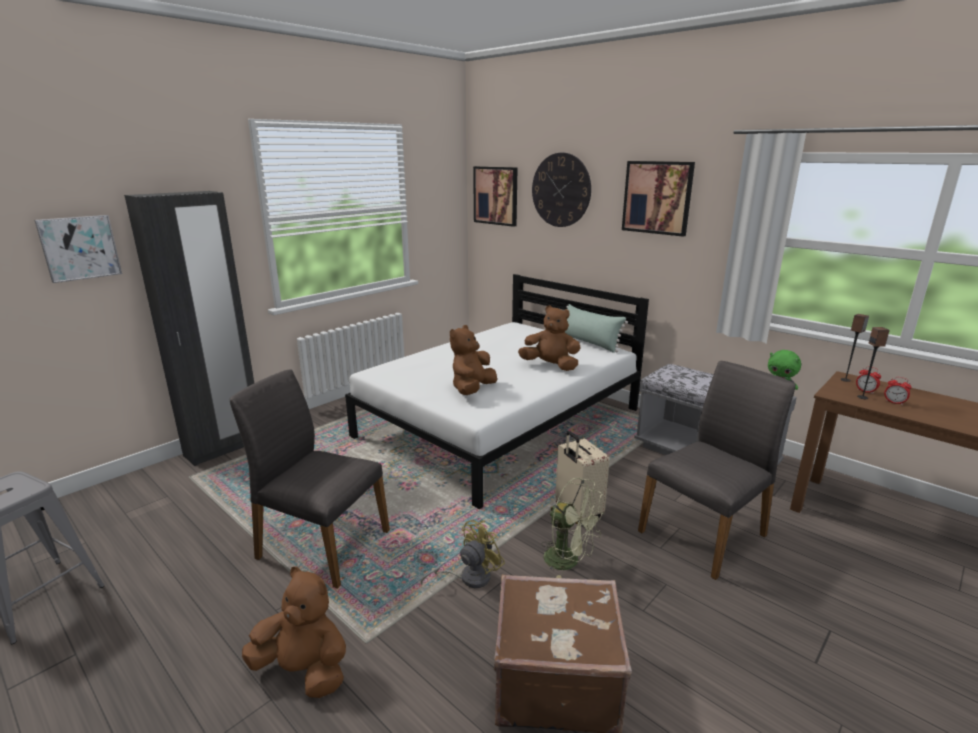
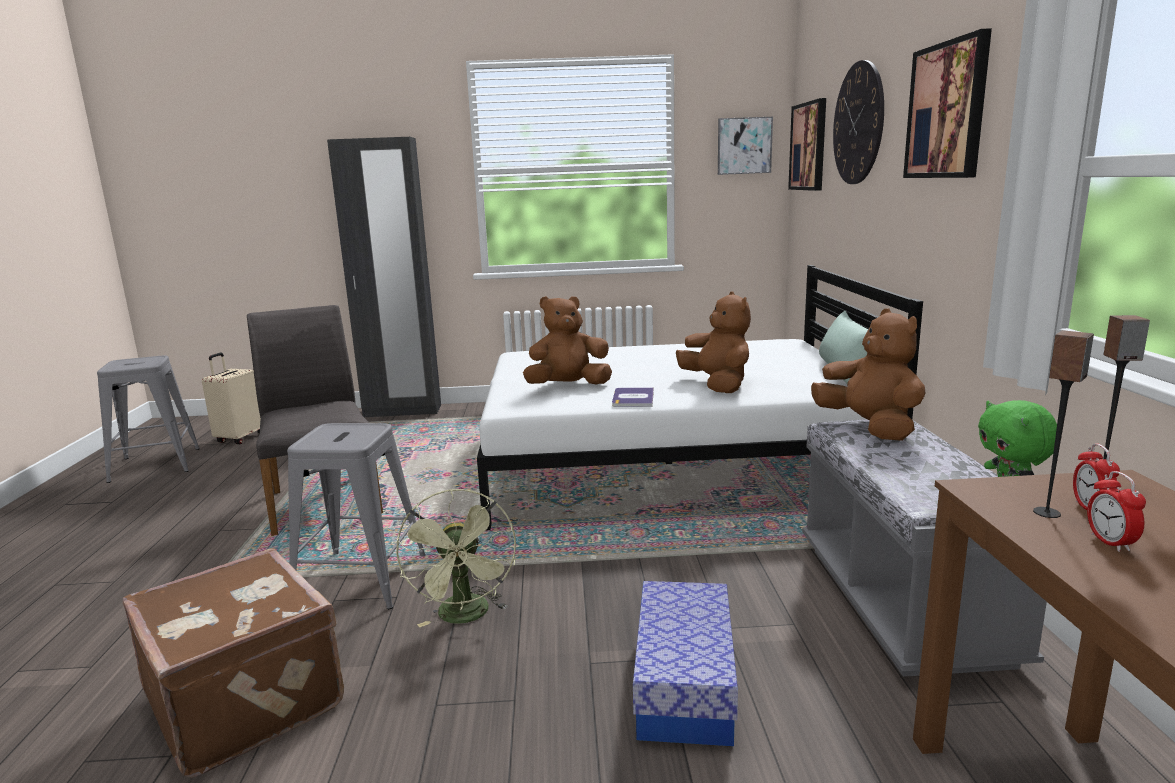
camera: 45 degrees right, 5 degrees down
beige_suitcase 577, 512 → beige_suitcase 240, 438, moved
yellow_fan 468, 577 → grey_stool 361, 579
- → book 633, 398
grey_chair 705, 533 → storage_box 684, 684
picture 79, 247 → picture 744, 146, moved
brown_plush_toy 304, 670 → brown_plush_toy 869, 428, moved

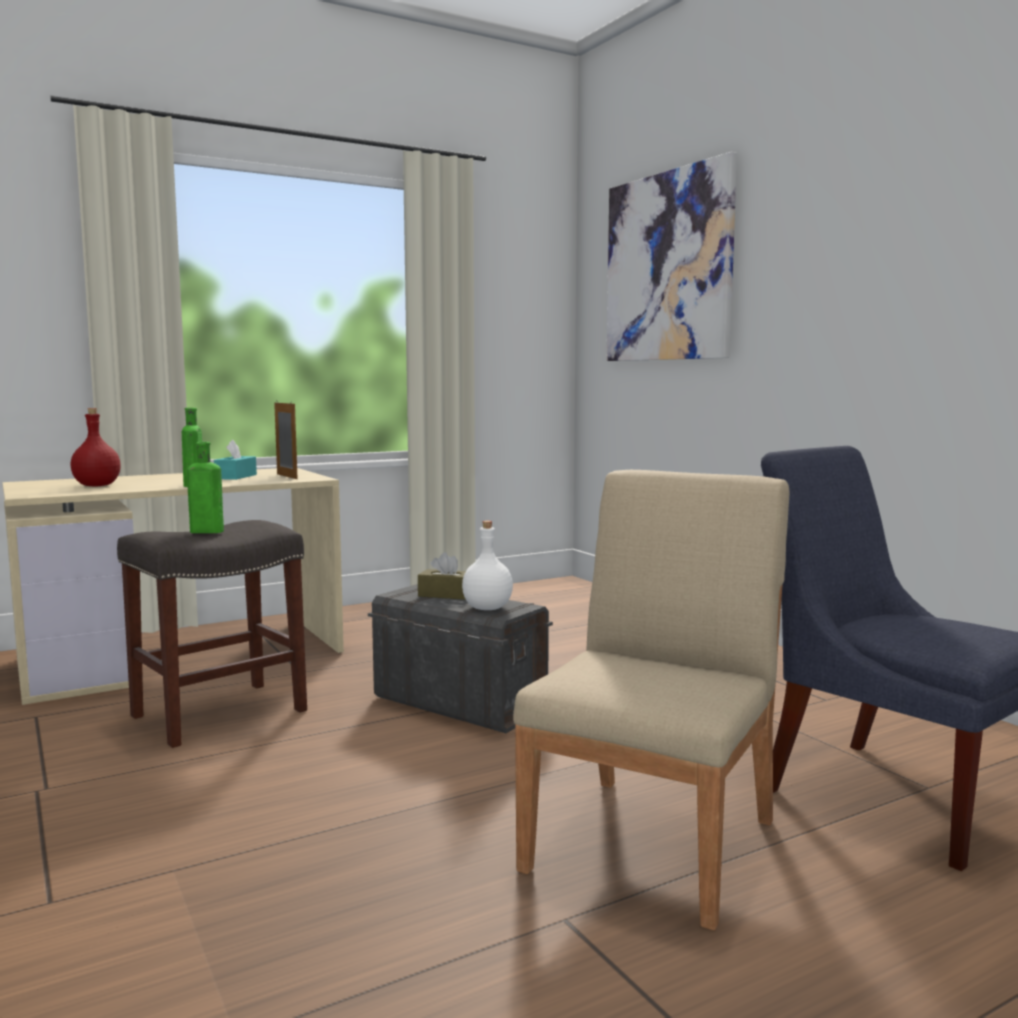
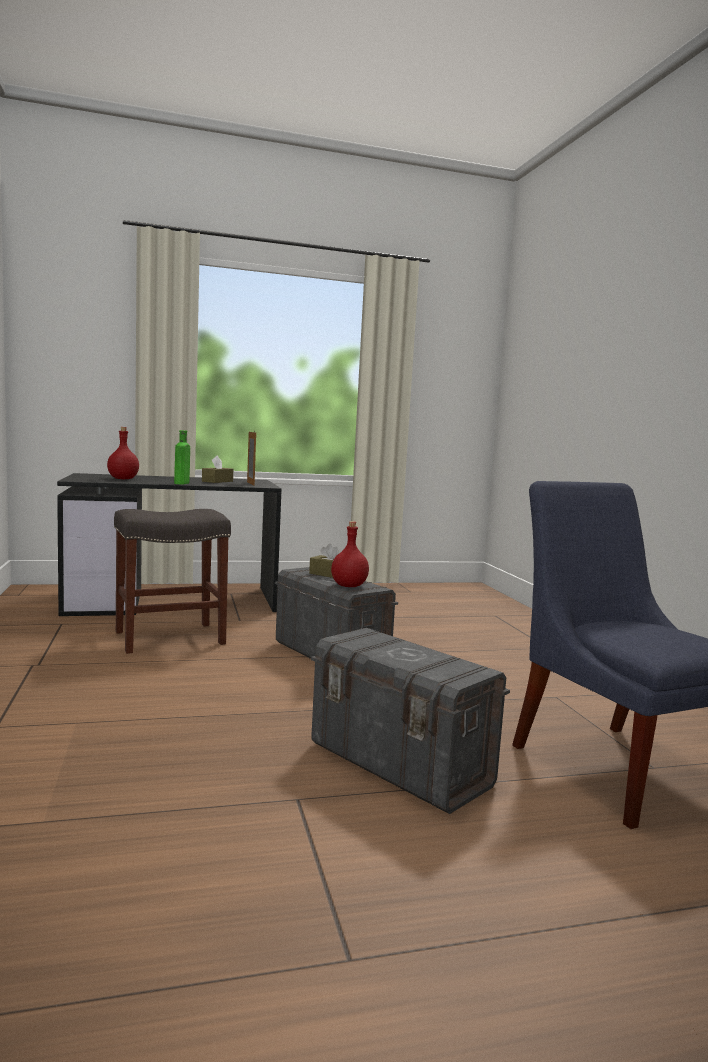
camera: 15 degrees right, 0 degrees up
beige_desk 184, 655 → black_desk 173, 600
turquoise_tissue_box 236, 477 → brown_tissue_box 217, 481
beige_chair 654, 843 → grey_storage_box 399, 765
white_bottle 487, 608 → red_bottle 348, 586
green_bottle 204, 531 → -
picture 668, 267 → -

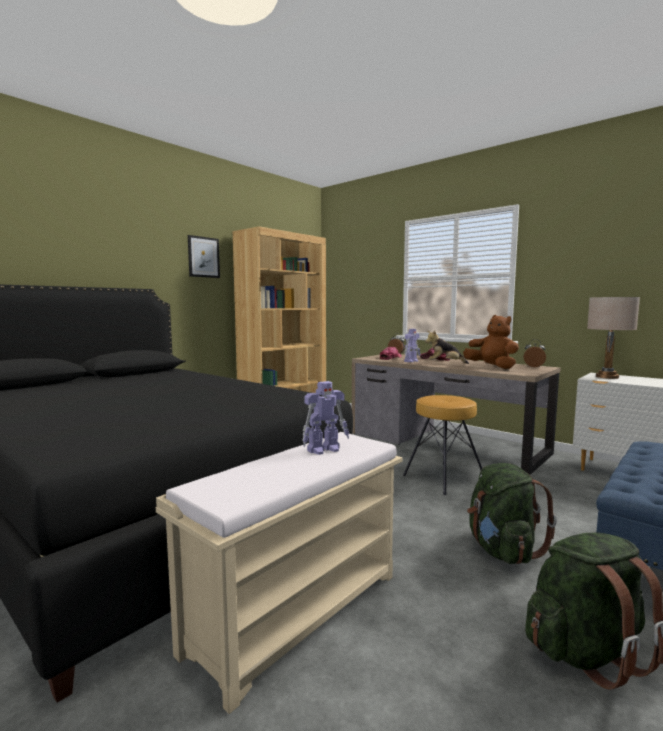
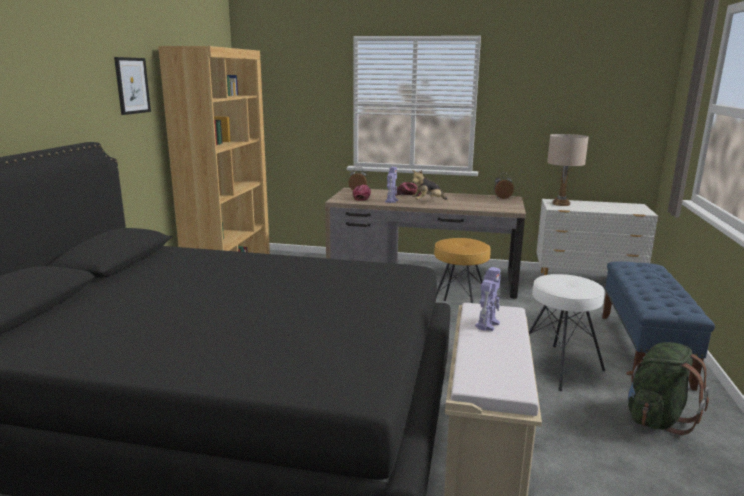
camera: 30 degrees left, 10 degrees up
green_backpack 502, 550 → white_stool 557, 367
brown_plush_toy 492, 367 → -

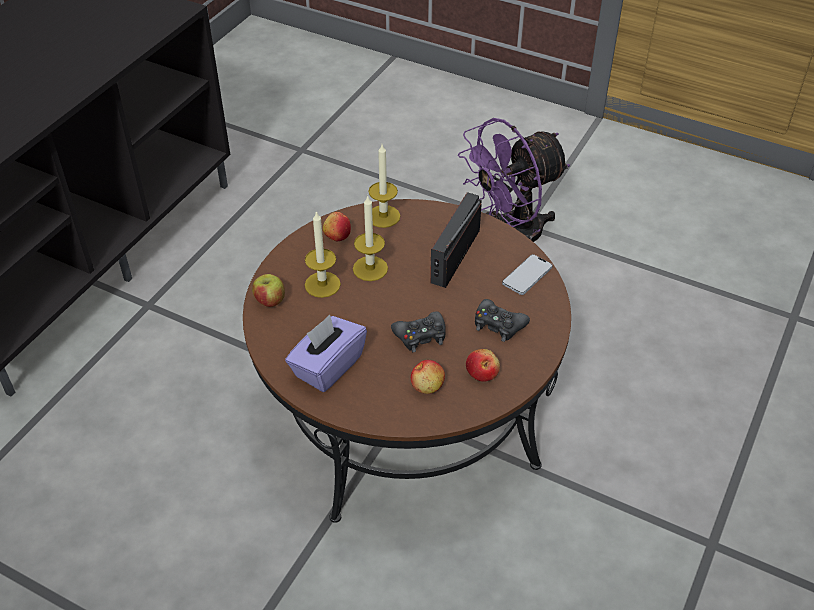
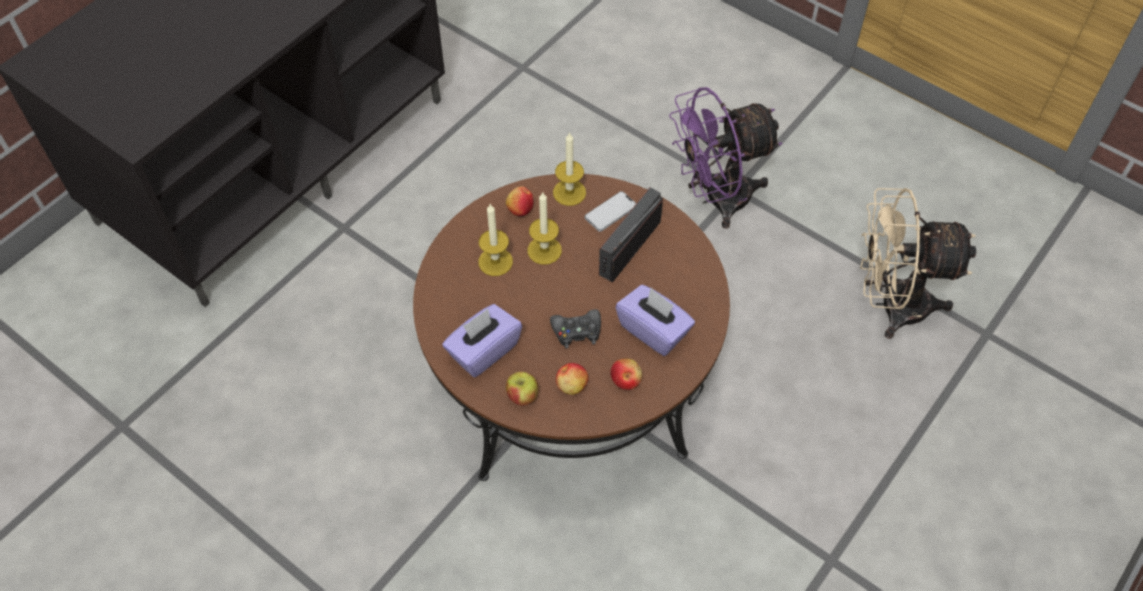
camera: 10 degrees right, 10 degrees up
apple 270, 301 → apple 522, 396, moved
phone 527, 275 → phone 610, 212, moved
black_game_controller 498, 325 → purple_tissue_box 654, 330
- → beige_fan 890, 305

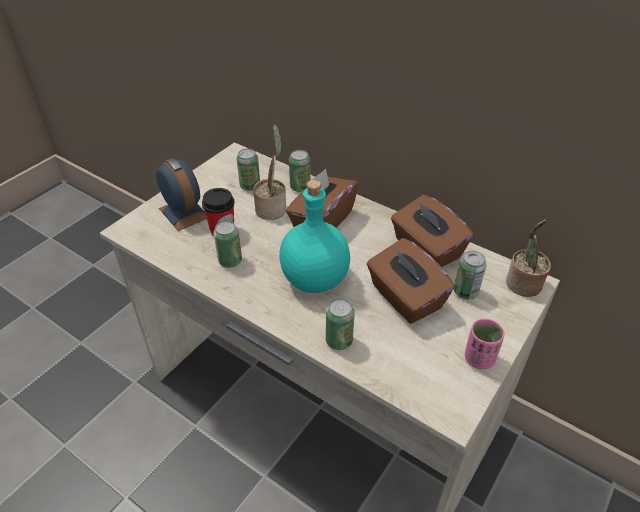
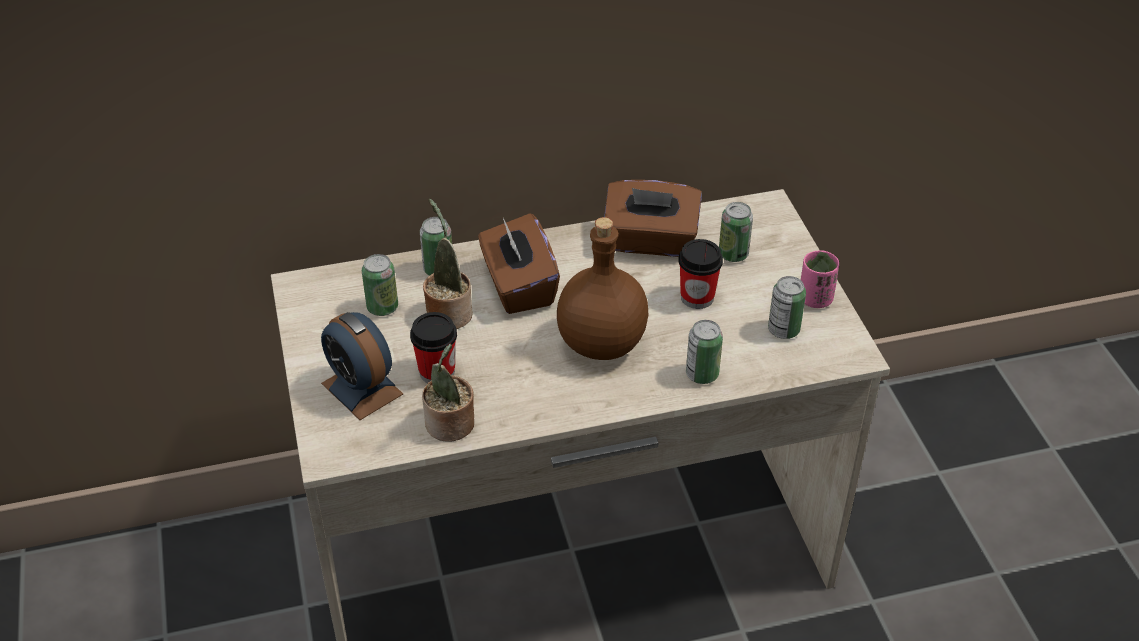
camera: 50 degrees left, 0 degrees up
alarm_clock 183, 213 → alarm_clock 362, 389, 135 degrees counterclockwise
potted_plant 522, 285 → potted_plant 450, 426, moved
turquoise_bottle 314, 278 → brown_bottle 600, 343
brown_tissue_box 405, 298 → cup 697, 297
can 230, 261 → can 783, 330, moved

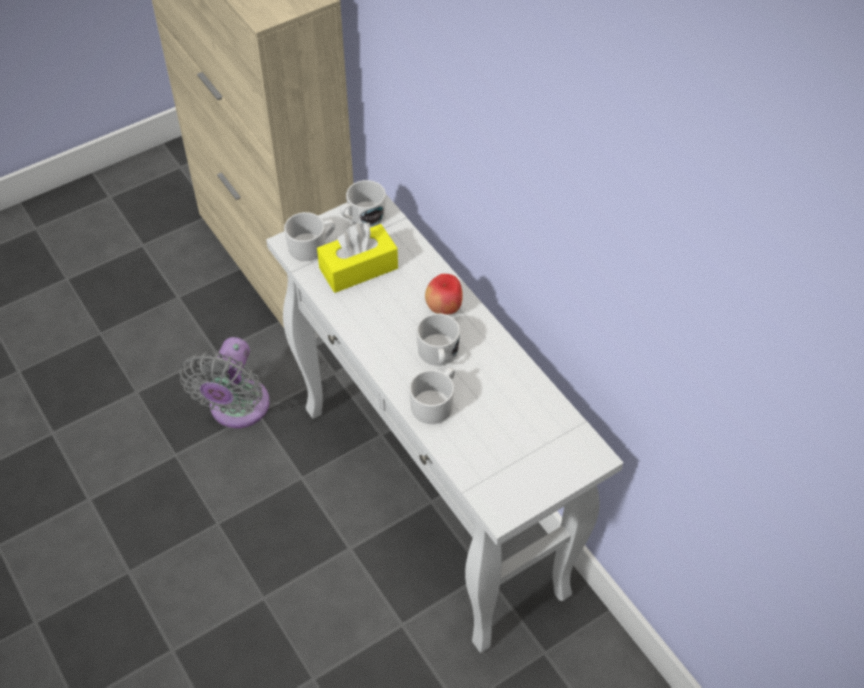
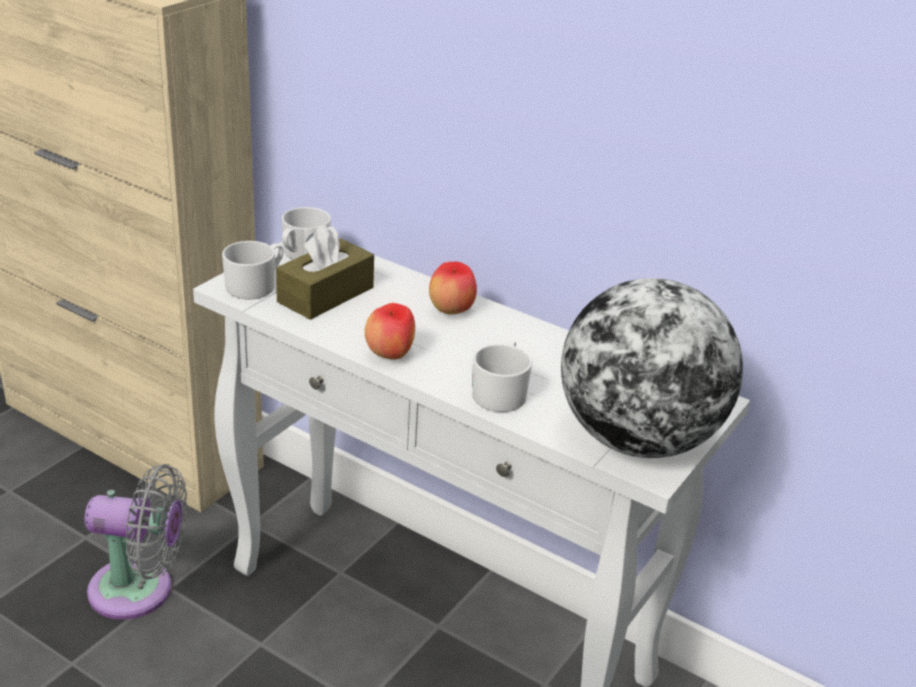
camera: 25 degrees left, 20 degrees down
grey_fan 237, 409 → grey_fan 139, 591, 75 degrees counterclockwise
yellow_tissue_box 358, 268 → brown_tissue_box 325, 295
- → apple 390, 355
- → globe 637, 439
white_mug 438, 354 → -

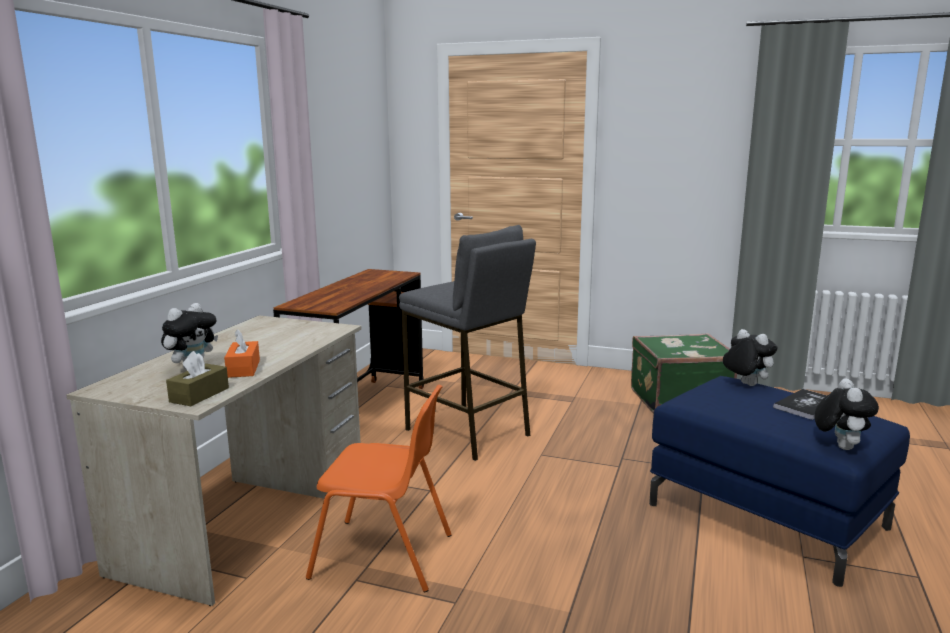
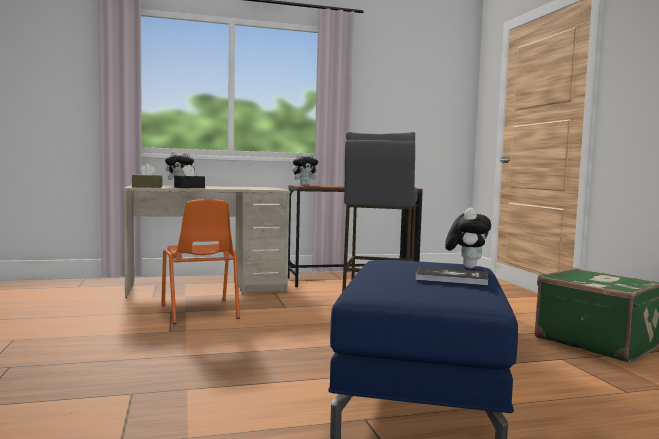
camera: 55 degrees right, 10 degrees down
orange_tissue_box 243, 368 → black_tissue_box 189, 187
plush_toy 839, 446 → plush_toy 304, 185, moved

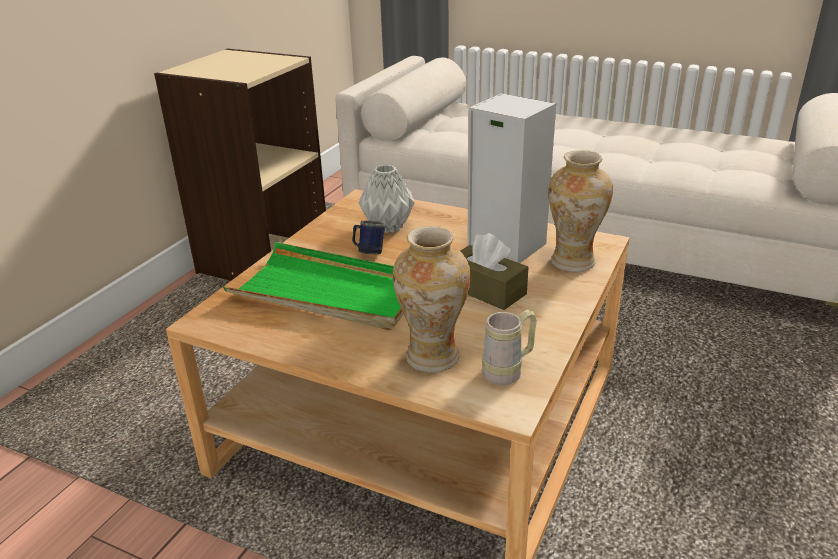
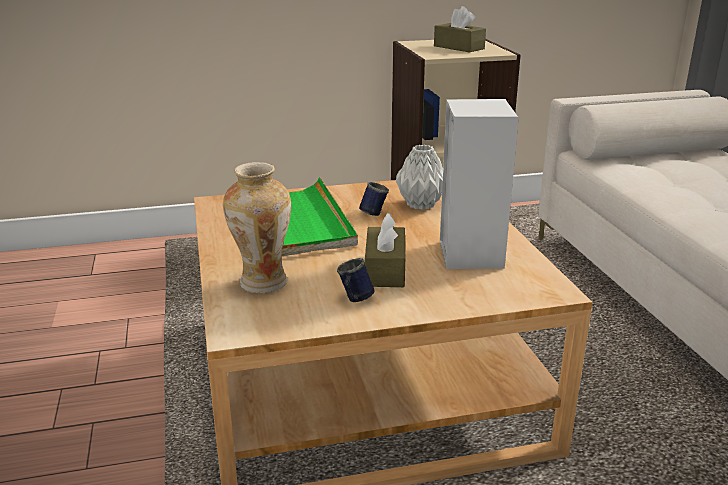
camera: 50 degrees right, 5 degrees down
- → blue_mug 354, 300
- → brown_tissue_box 458, 47
beige_mug 509, 372 → -
vase 573, 263 → -

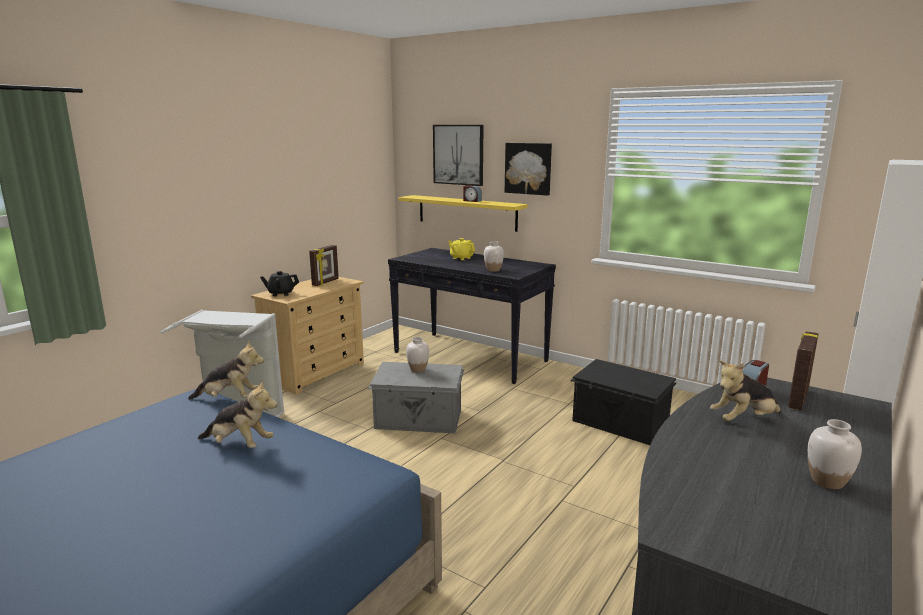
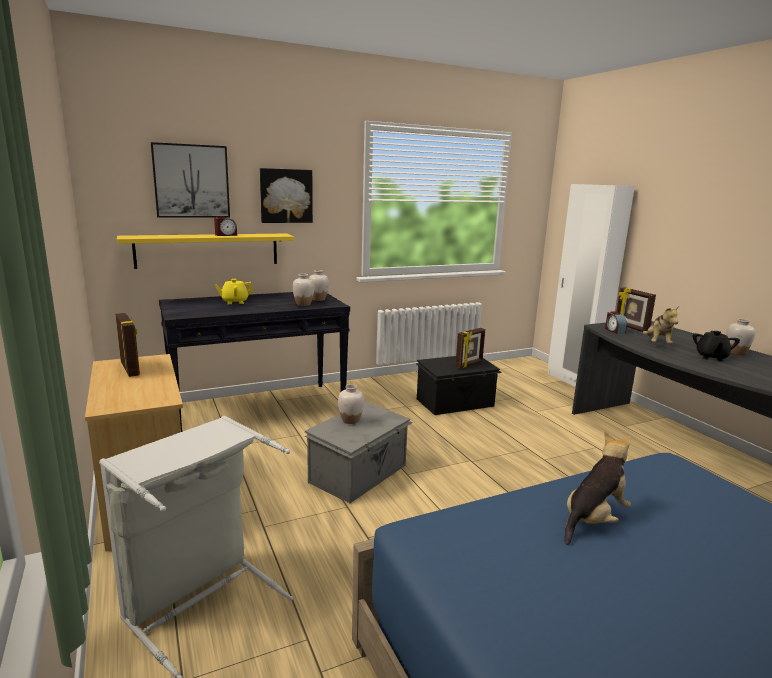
camera: 60 degrees left, 0 degrees up
- → white_vase 318, 299
- → picture_frame 469, 364
black_teapot 281, 293 → black_teapot 711, 357, moved
plush_toy 229, 399 → -

